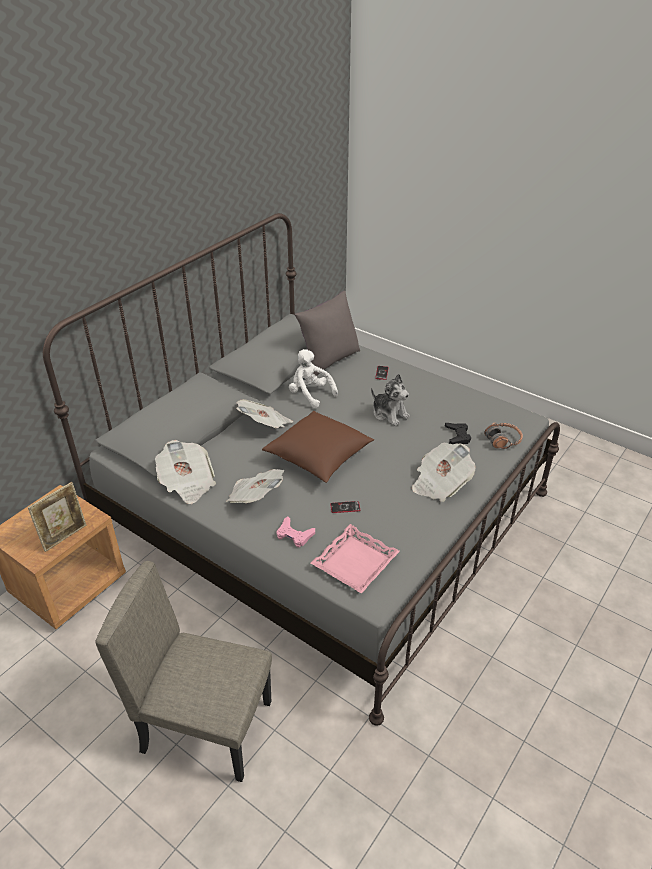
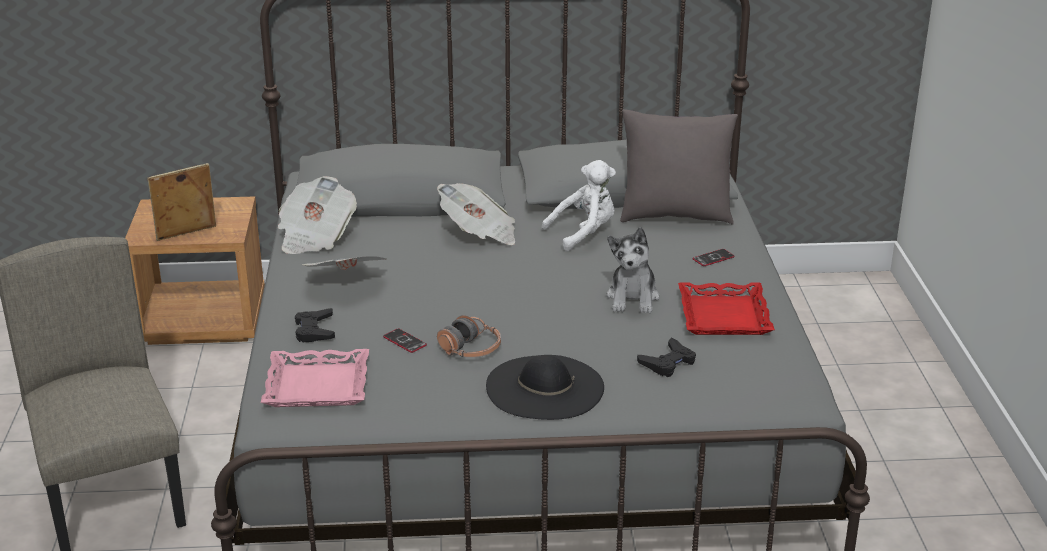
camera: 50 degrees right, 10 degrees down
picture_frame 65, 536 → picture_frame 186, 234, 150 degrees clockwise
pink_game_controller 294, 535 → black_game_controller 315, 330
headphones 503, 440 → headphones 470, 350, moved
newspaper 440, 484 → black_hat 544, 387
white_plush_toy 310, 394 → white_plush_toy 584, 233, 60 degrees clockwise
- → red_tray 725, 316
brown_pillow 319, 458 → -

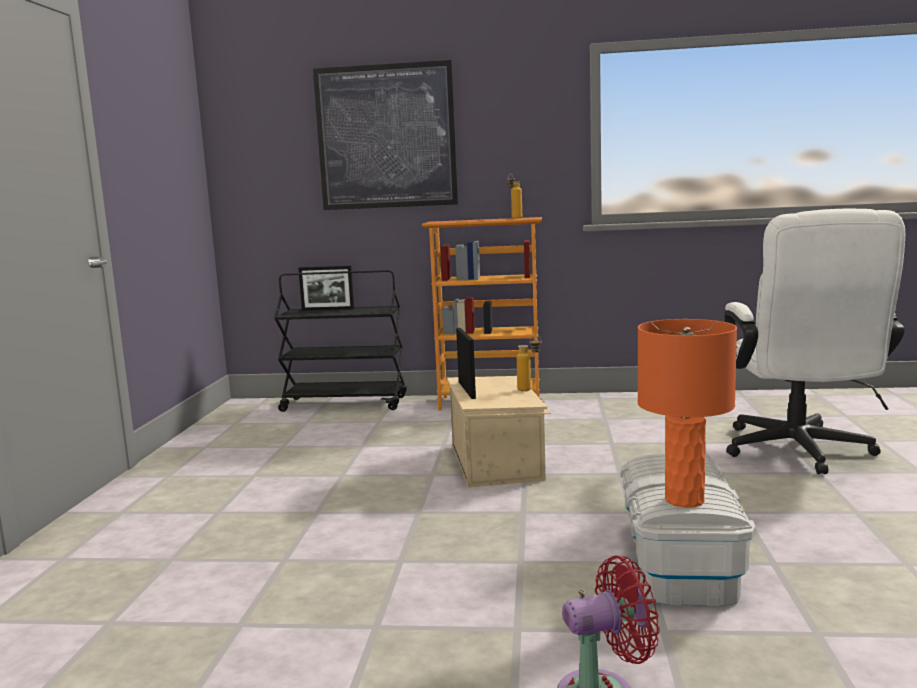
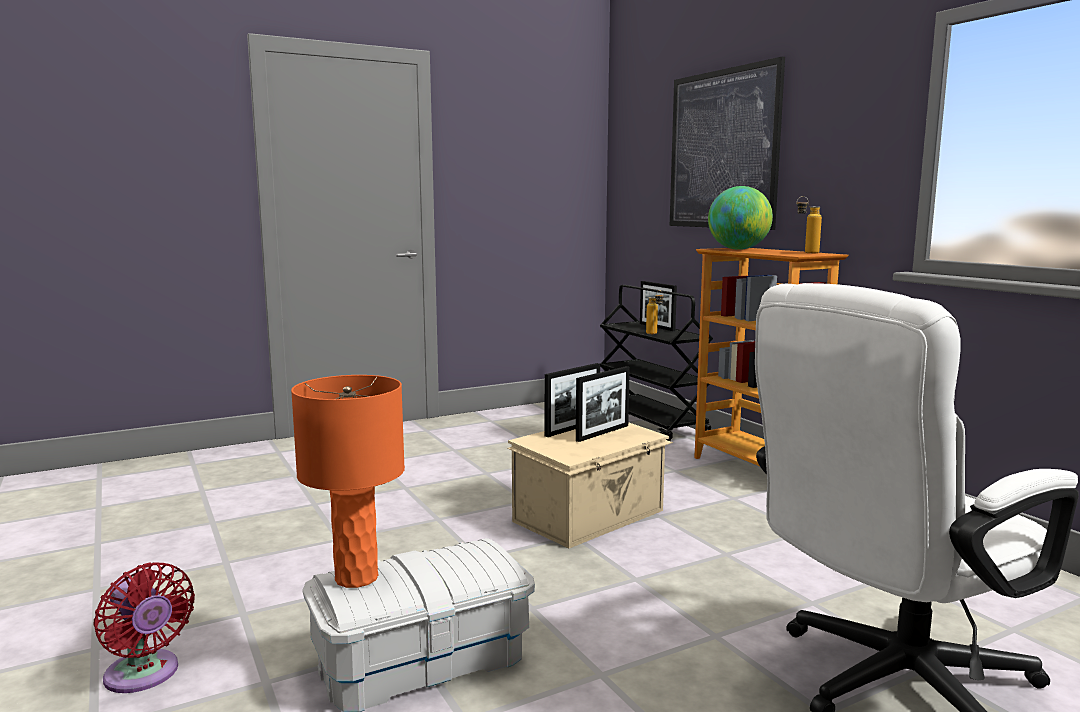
camera: 55 degrees right, 0 degrees up
- → picture_frame 602, 433
bottle 530, 389 → bottle 654, 334, moved
- → globe 738, 249

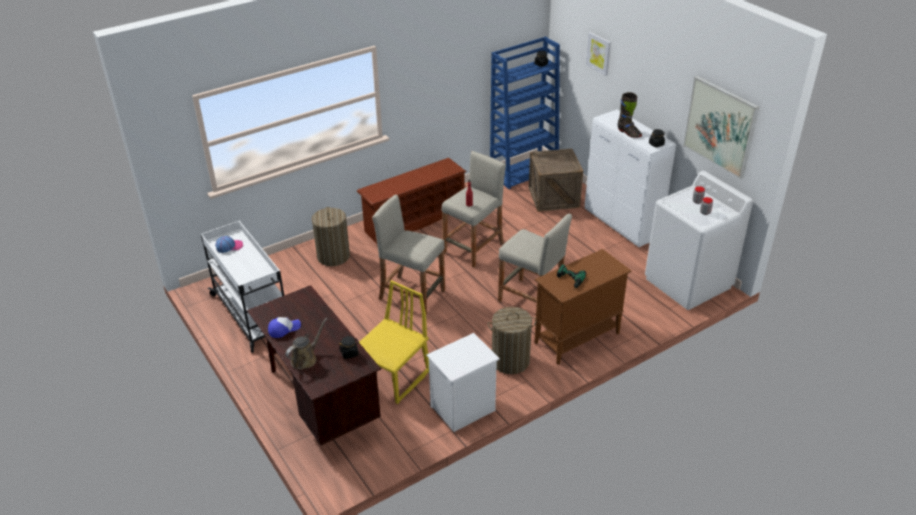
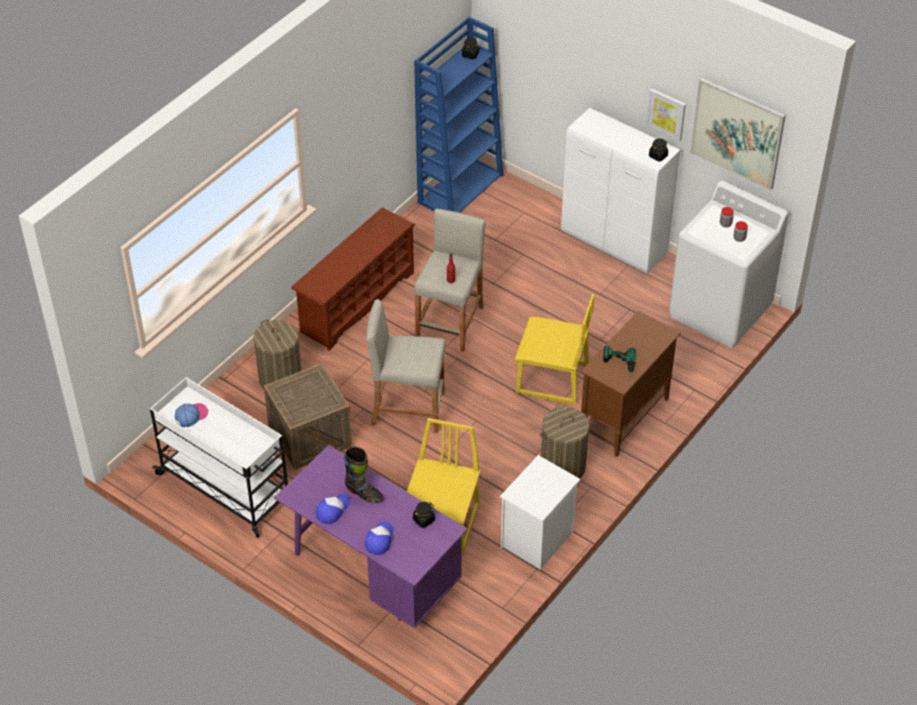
camera: 20 degrees left, 10 degrees up
crate 553, 197 → crate 310, 437, moved
brown_desk 320, 401 → purple_desk 373, 575
black_boot 628, 133 → black_boot 364, 494, moved
brown_watering_can 306, 359 → cap 379, 539
beige_stool 531, 300 → yellow_chair 552, 379
picture 599, 53 → picture 666, 114, moved

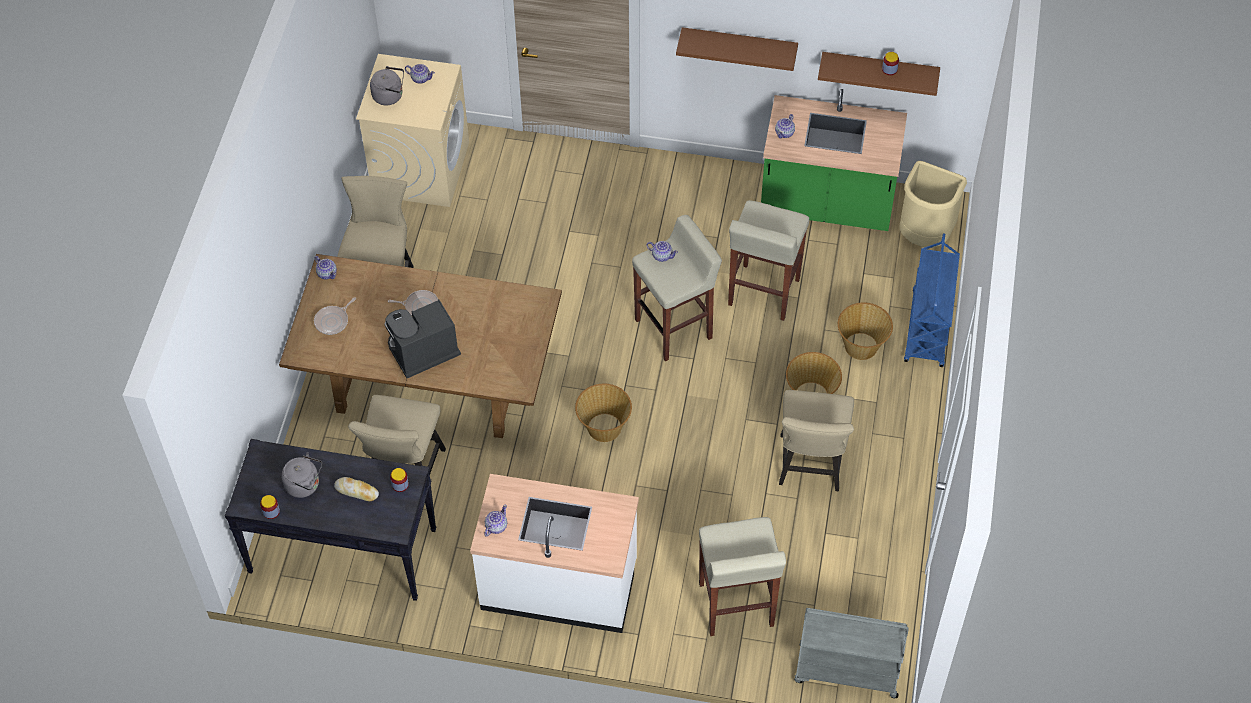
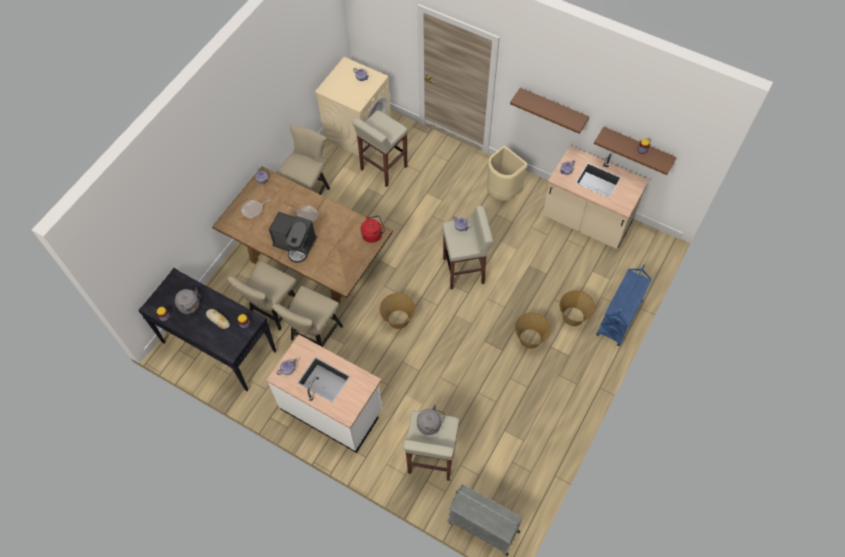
camera: 20 degrees right, 5 degrees up
coffee_machine 422, 352 → coffee_machine 295, 244, 150 degrees counterclockwise
beige_chair 810, 468 → beige_chair 314, 335, moved
beige_stool 763, 293 → beige_stool 383, 168, moved
- → red_kettle 373, 234
grey_kettle 390, 96 → grey_kettle 430, 425, moved
beige_trash_can 924, 236 → beige_trash_can 502, 193, moved
green_counter 827, 205 → beige_counter 586, 221

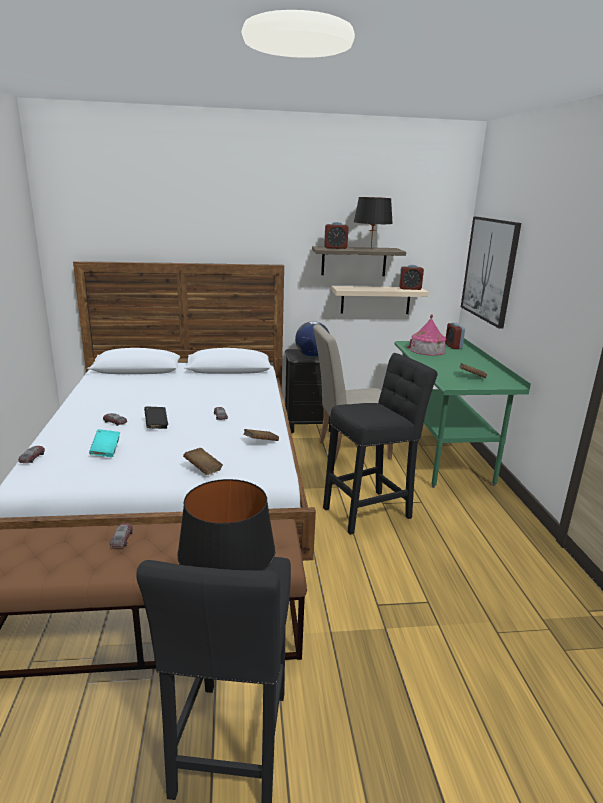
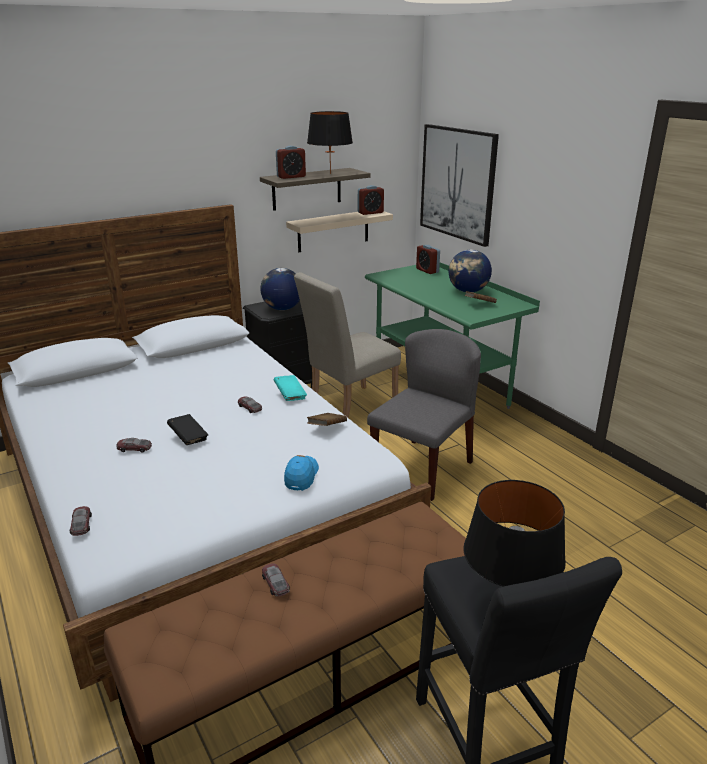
camera: 25 degrees left, 5 degrees up
turquoise_book 106, 451 → turquoise_book 290, 395, moved
brown_book 203, 469 → blue_cap 301, 476
black_stool 371, 511 → grey_chair 422, 468
- → globe 468, 291
toy_house 427, 350 → -

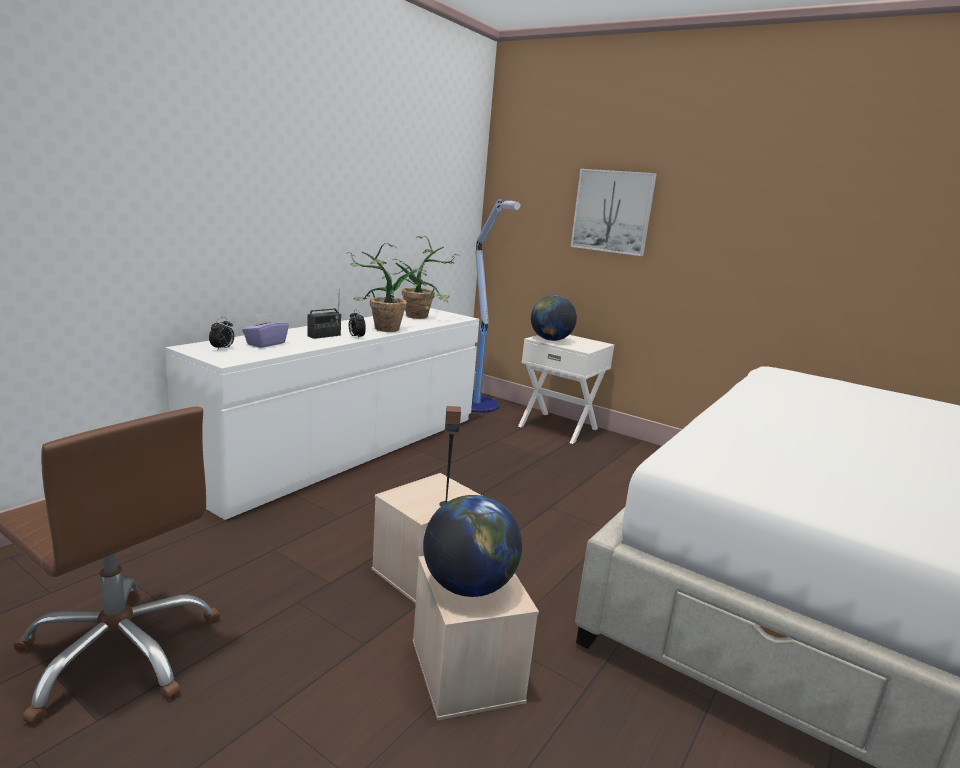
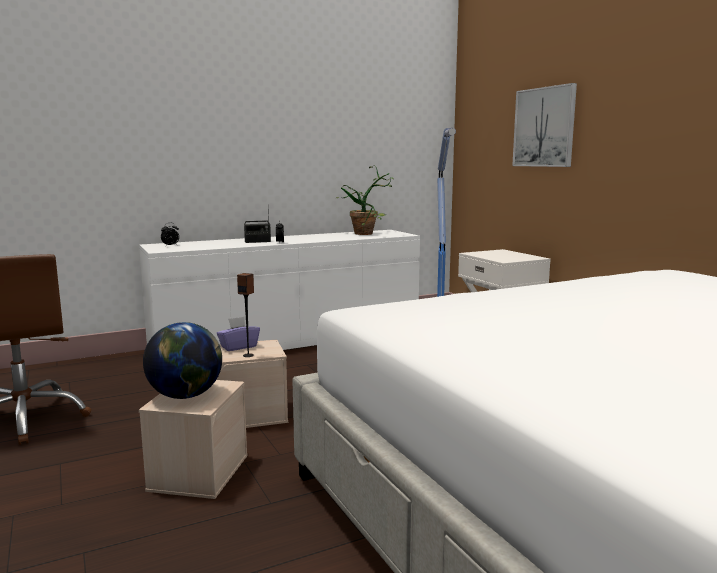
camera: 30 degrees right, 5 degrees down
purple_tissue_box 265, 344 → purple_tissue_box 238, 346, moved
potted_plant 380, 329 → -
globe 550, 340 → -

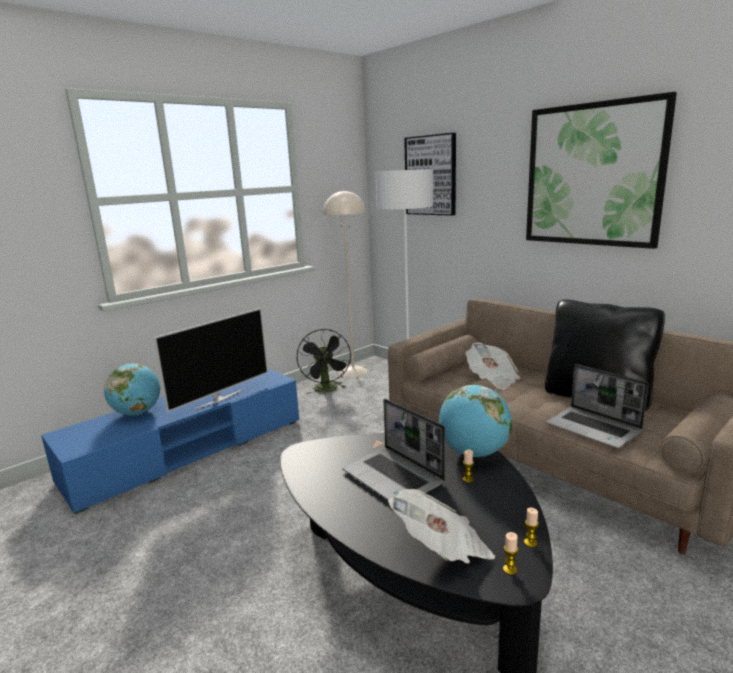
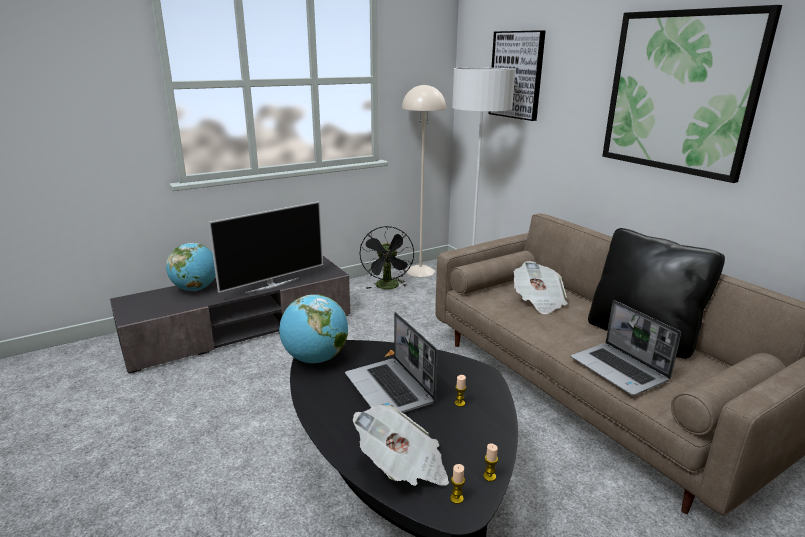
camera: 10 degrees right, 5 degrees up
blue_tv_stand 188, 450 → grey_tv_stand 241, 329
globe 474, 453 → globe 315, 359, moved

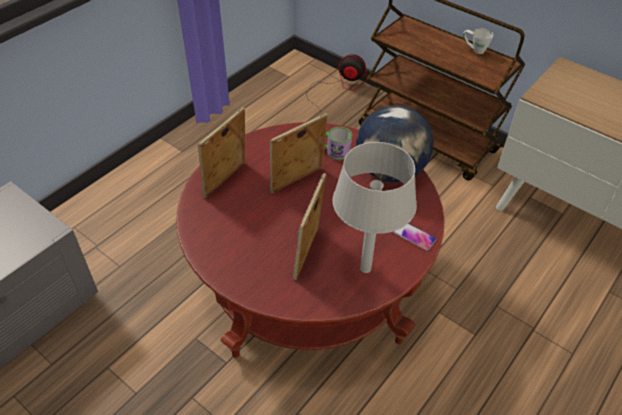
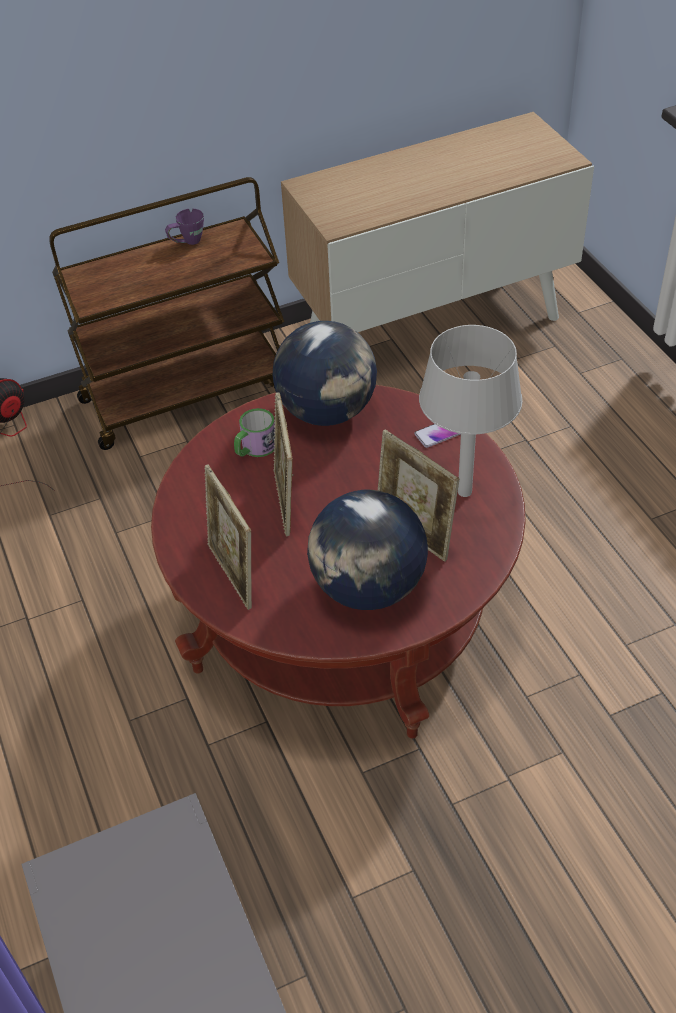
camera: 60 degrees left, 0 degrees up
white_mug 474, 50 → purple_mug 187, 243
- → globe 367, 588

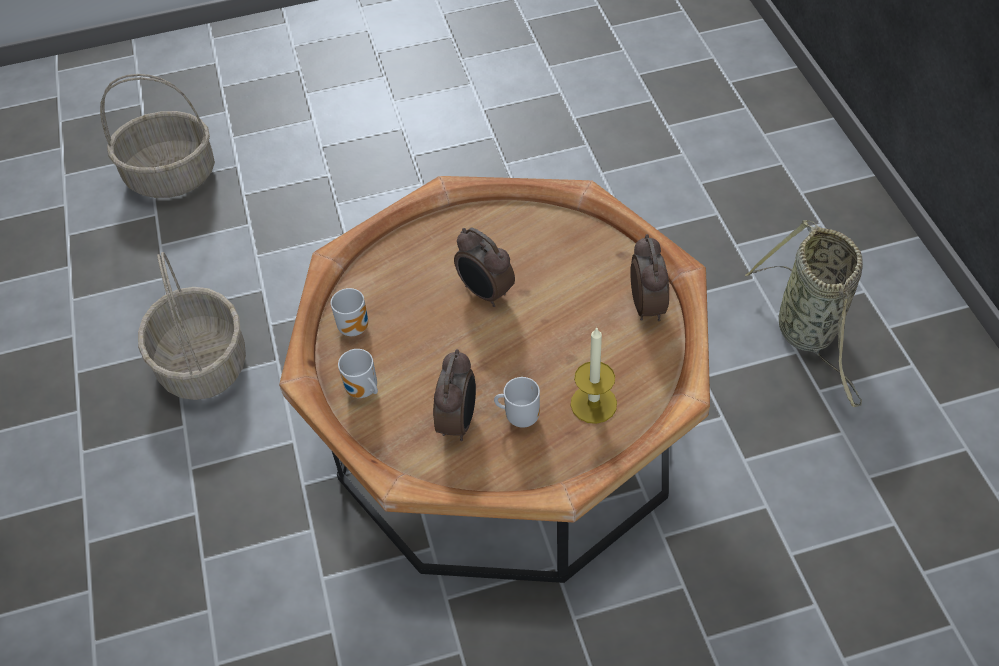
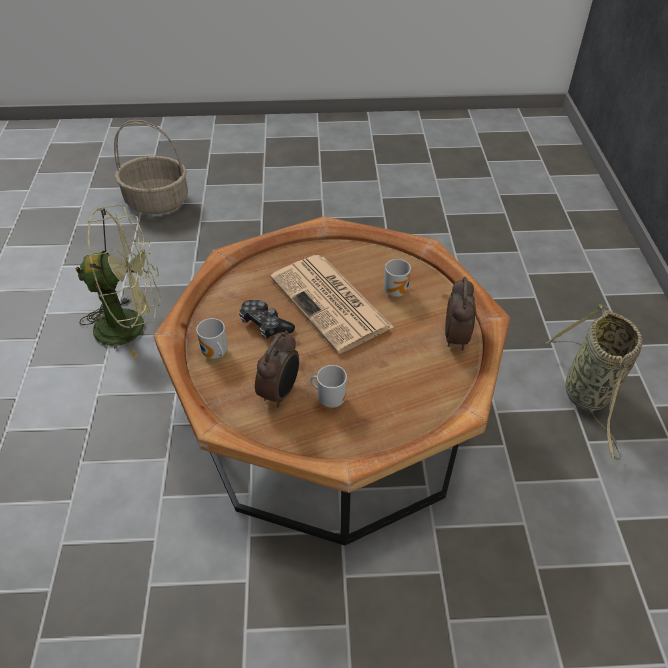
camera: 10 degrees right, 5 degrees down
basket 202, 364 → green_fan 132, 325
- → game_controller 265, 325
alarm_clock 485, 293 → newspaper 332, 303
mug 356, 326 → mug 397, 291, moved
candle 593, 404 → -

